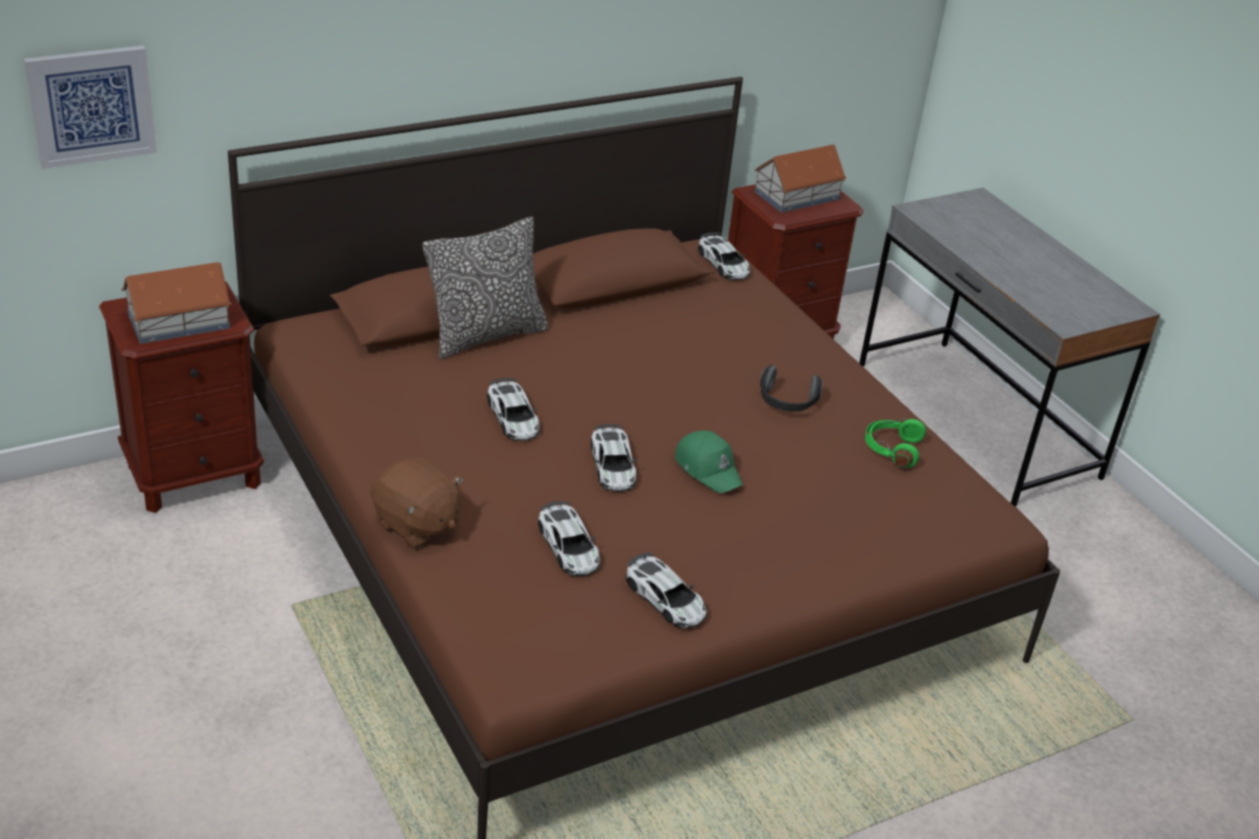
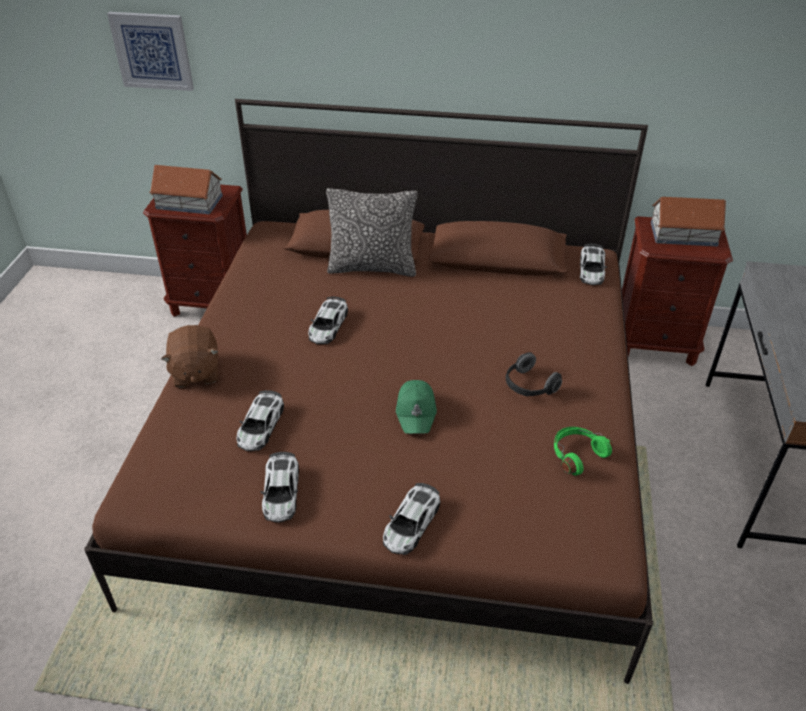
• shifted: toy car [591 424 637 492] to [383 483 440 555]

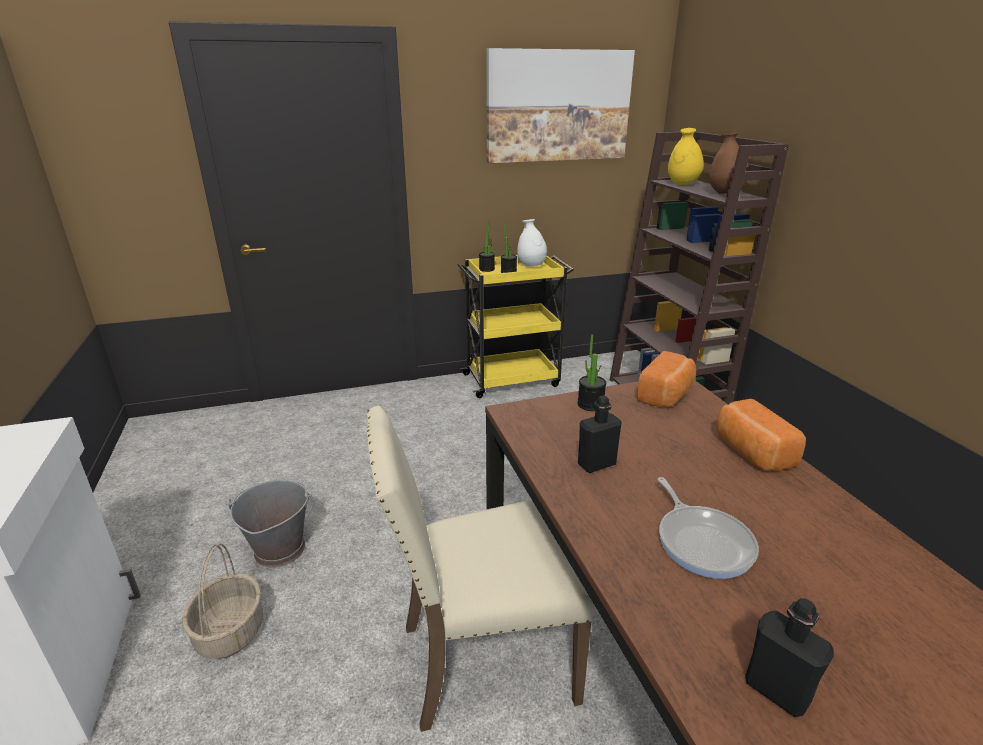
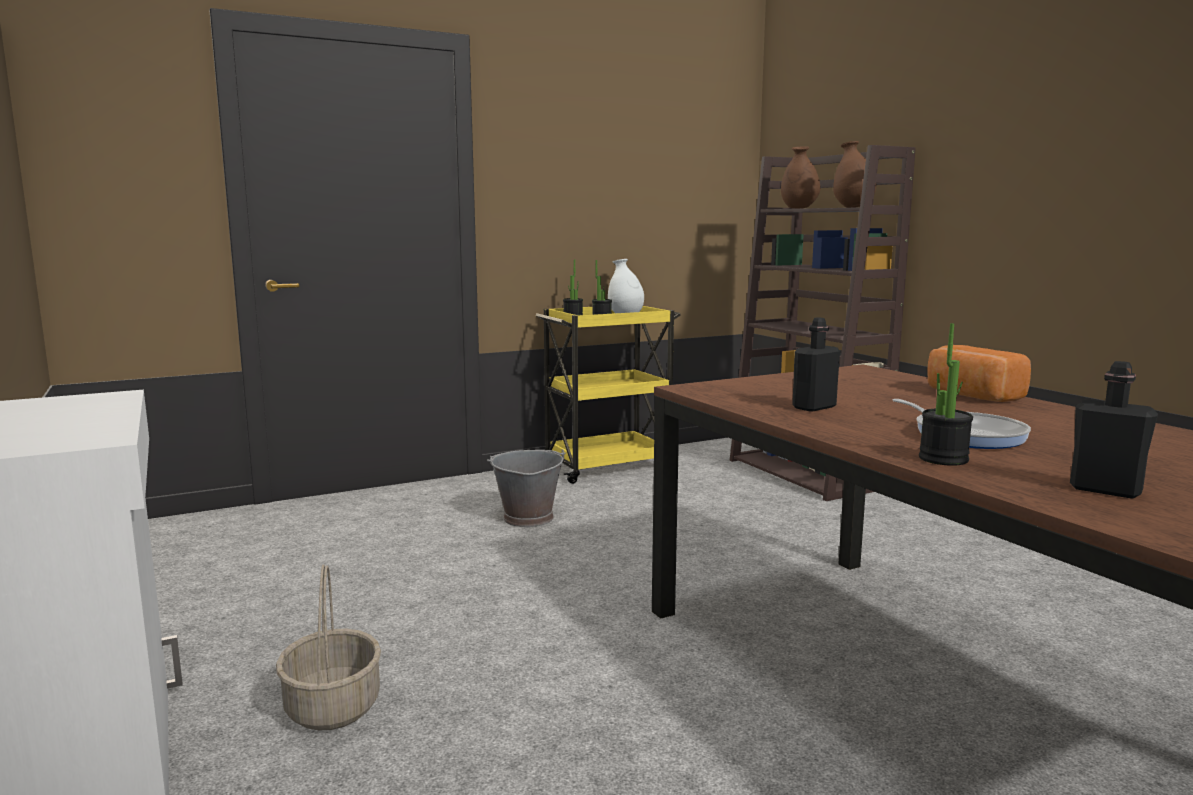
• gone: beige-coloured chair [366 406 596 732]
• gone: picture [486 48 635 163]
• gone: bread [637 351 696 408]
• shifted: greyish bucket [227 479 312 568] to [487 449 566 527]
• shifted: houseplant [577 334 606 411] to [919 323 973 466]
• repainted: yellow-coloured decorative vase [668 128 704 185] to brown-coloured decorative vase [781 146 820 209]

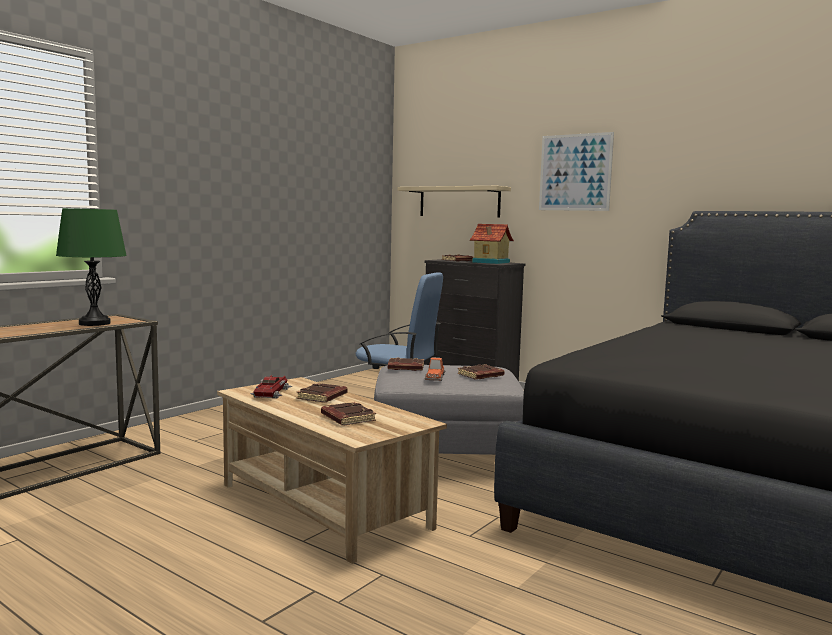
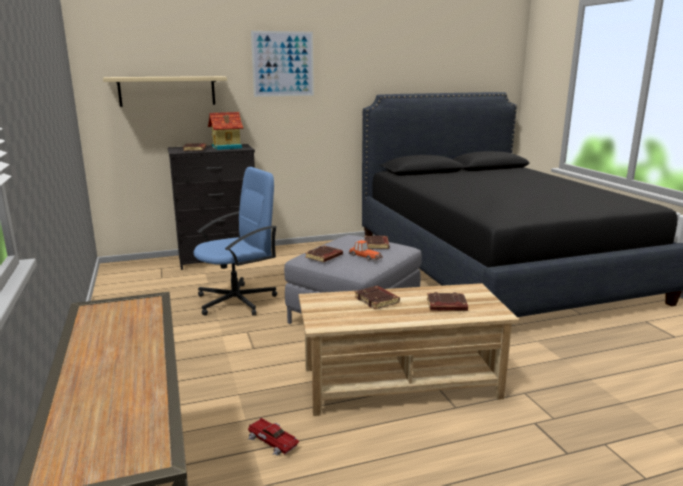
• gone: greenish table lamp [56 208 127 326]
• shifted: toy car [250 375 293 399] to [247 418 300 456]

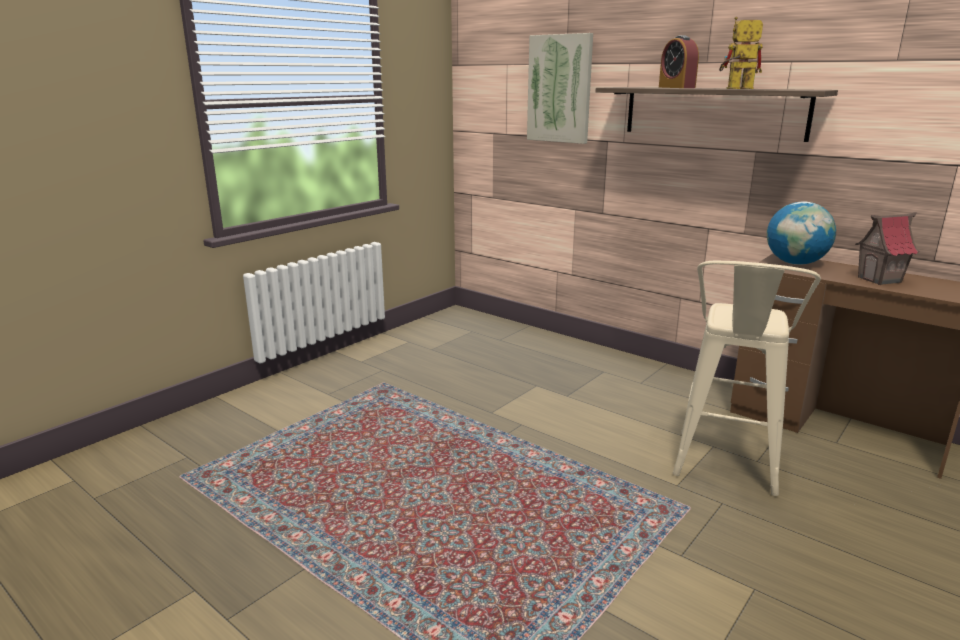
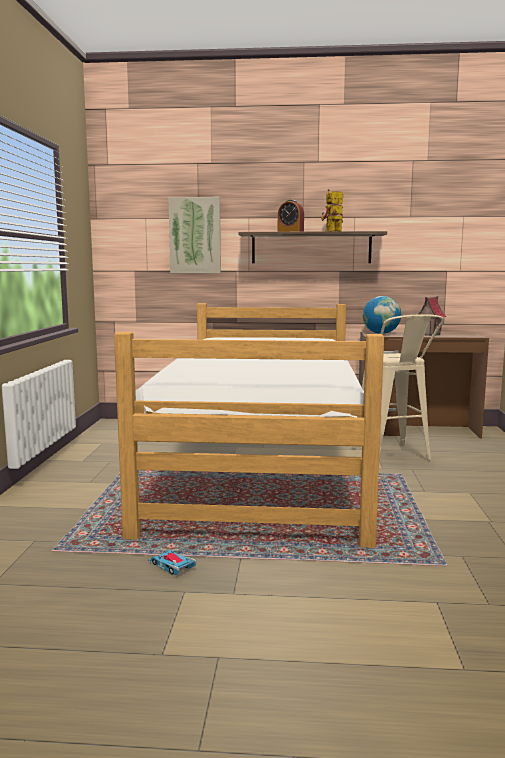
• new: sleeping bed [114 303 384 548]
• new: toy car [149 550 196 575]

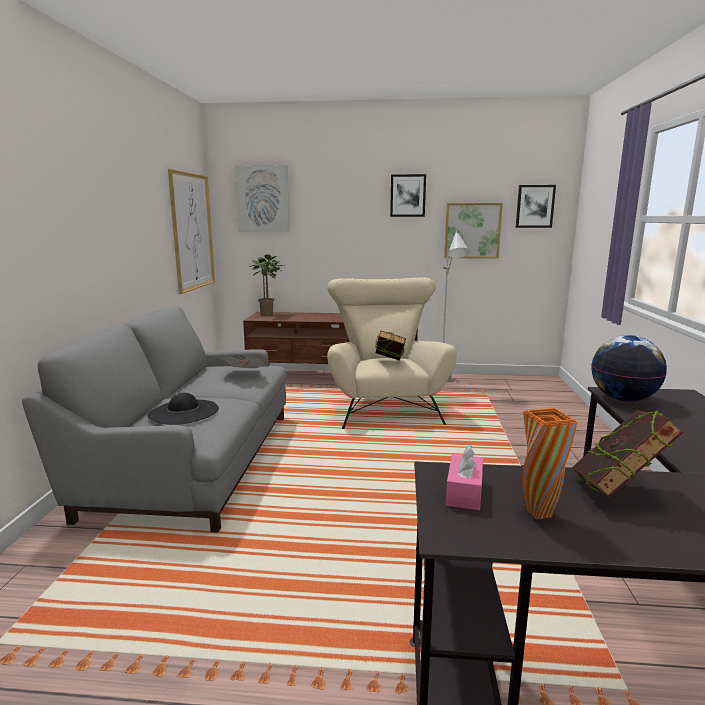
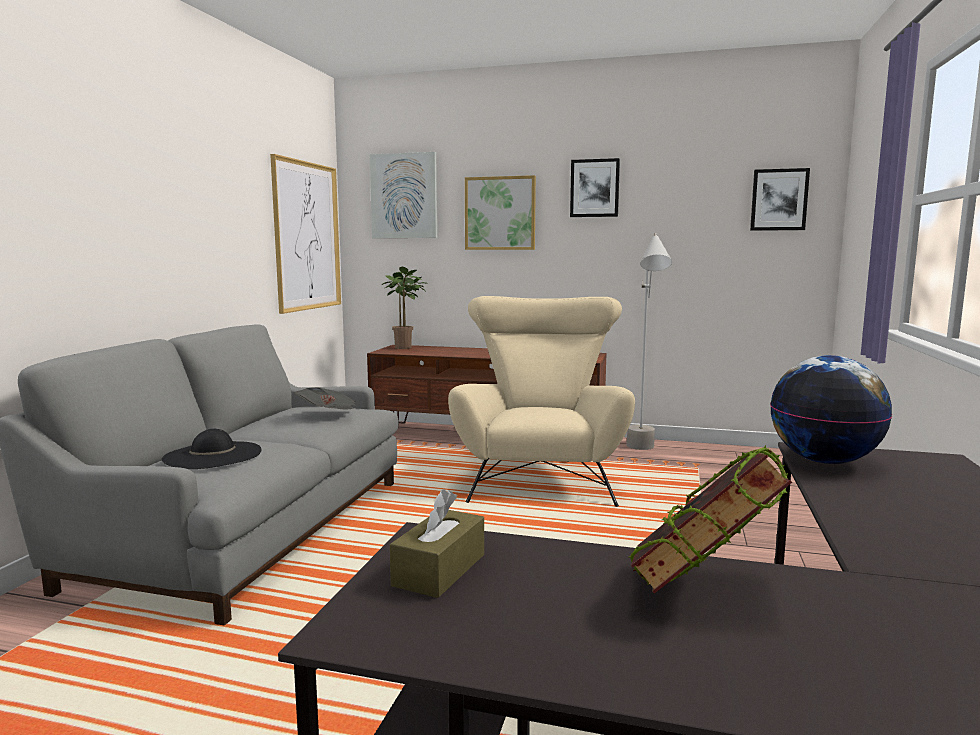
• gone: book [375 331 406 361]
• gone: orange decorative vase [522 408 577 520]
• shifted: picture [444 203 503 259] to [465 175 536 250]
• repainted: pinkish tissue box [446 445 483 510] to brown-coloured tissue box [390 490 484 598]

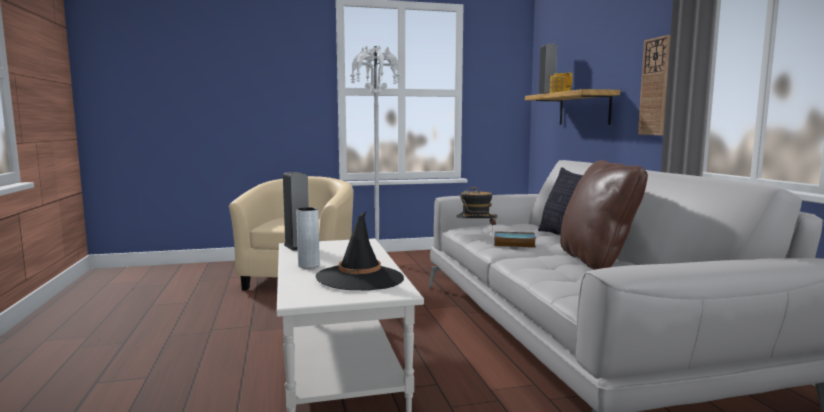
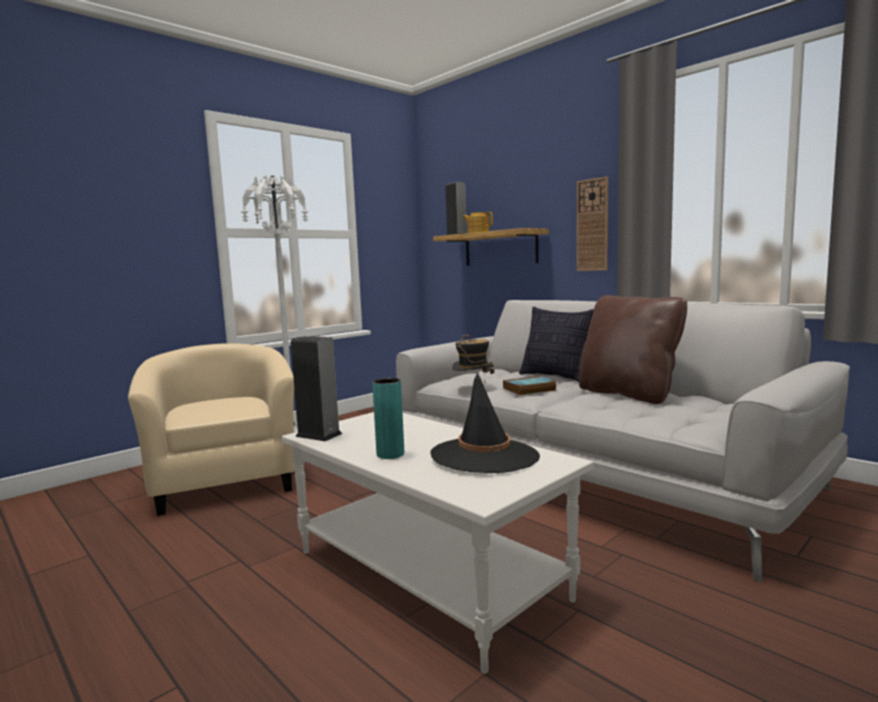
• repainted: greyish decorative vase [296 207 320 268] to turquoise decorative vase [372 378 404 459]

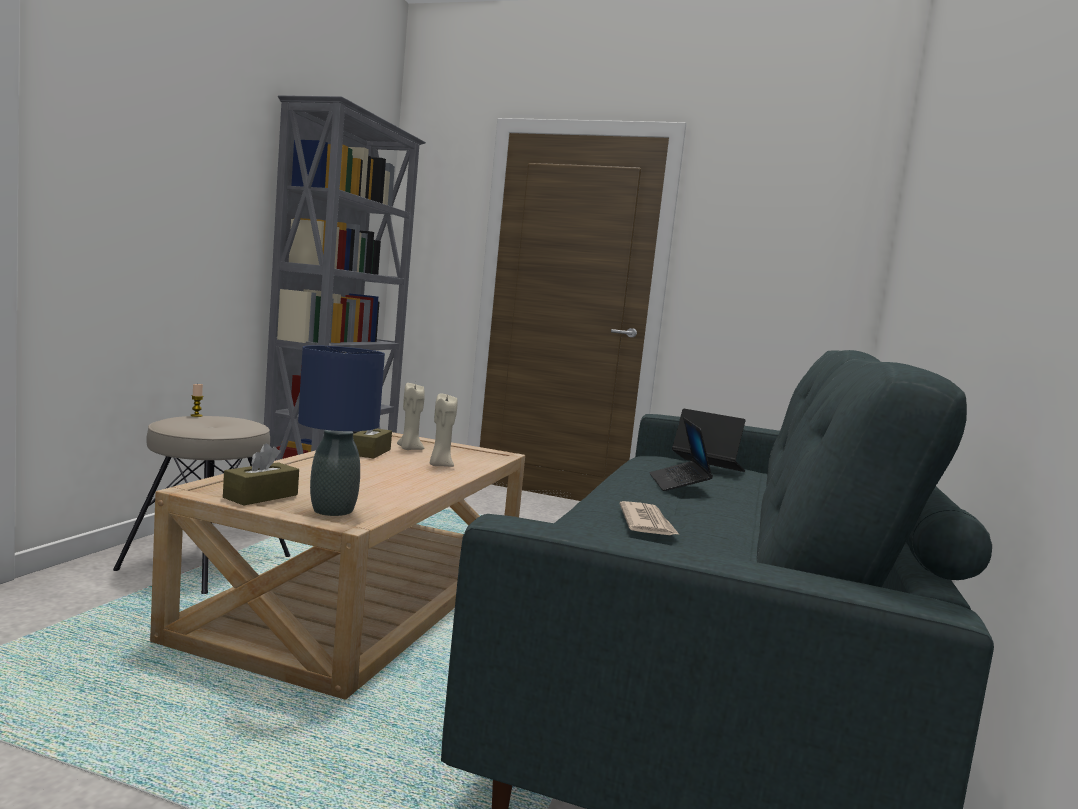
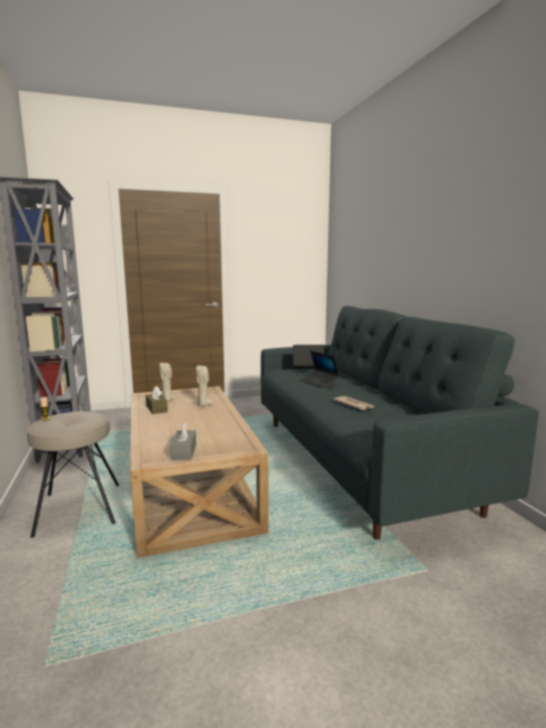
• gone: blue table lamp [298 345 385 516]
• repainted: brown-coloured tissue box [223 444 299 506] to greyish tissue box [170 422 196 460]

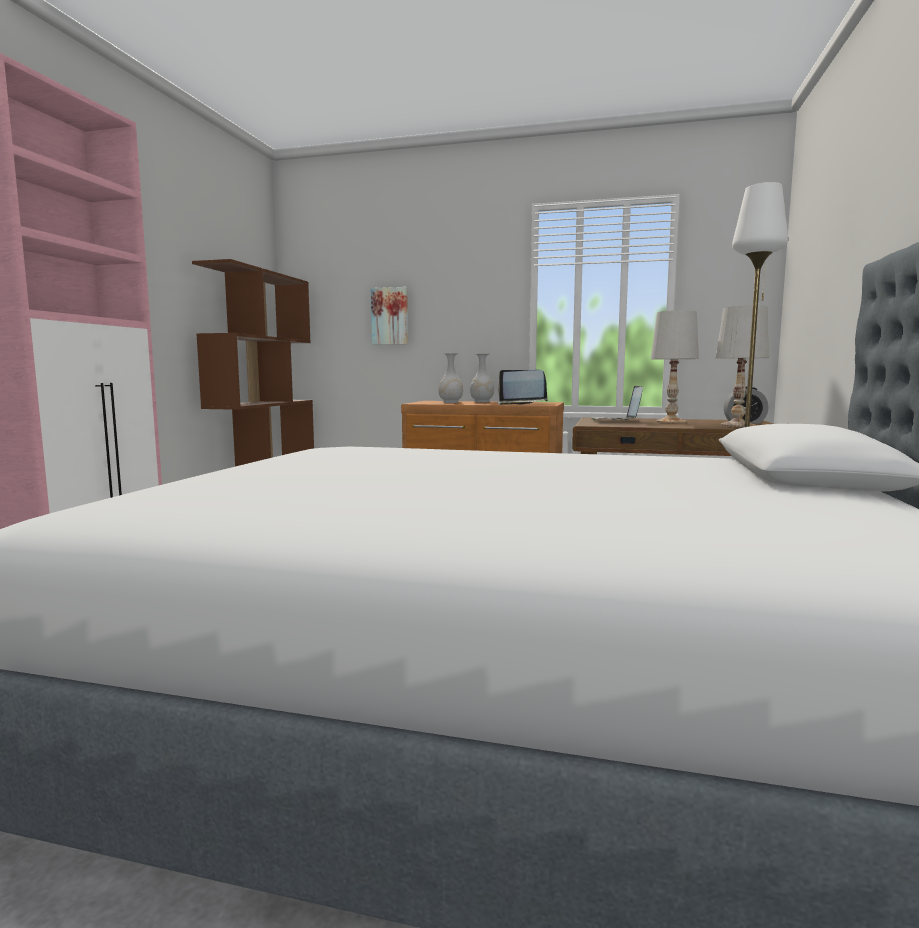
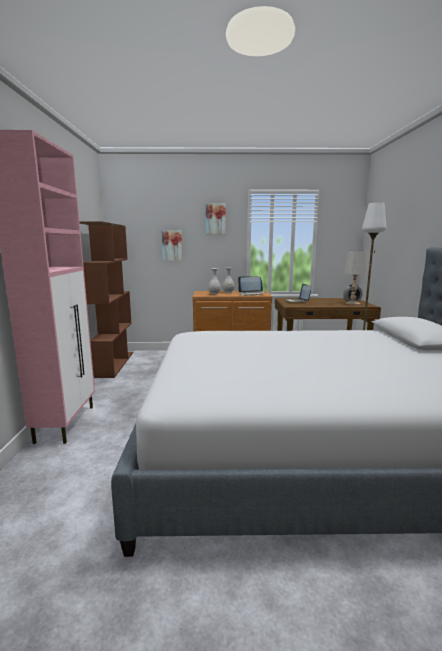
• gone: white table lamp [651 310 699 423]
• new: picture [205 203 226 235]

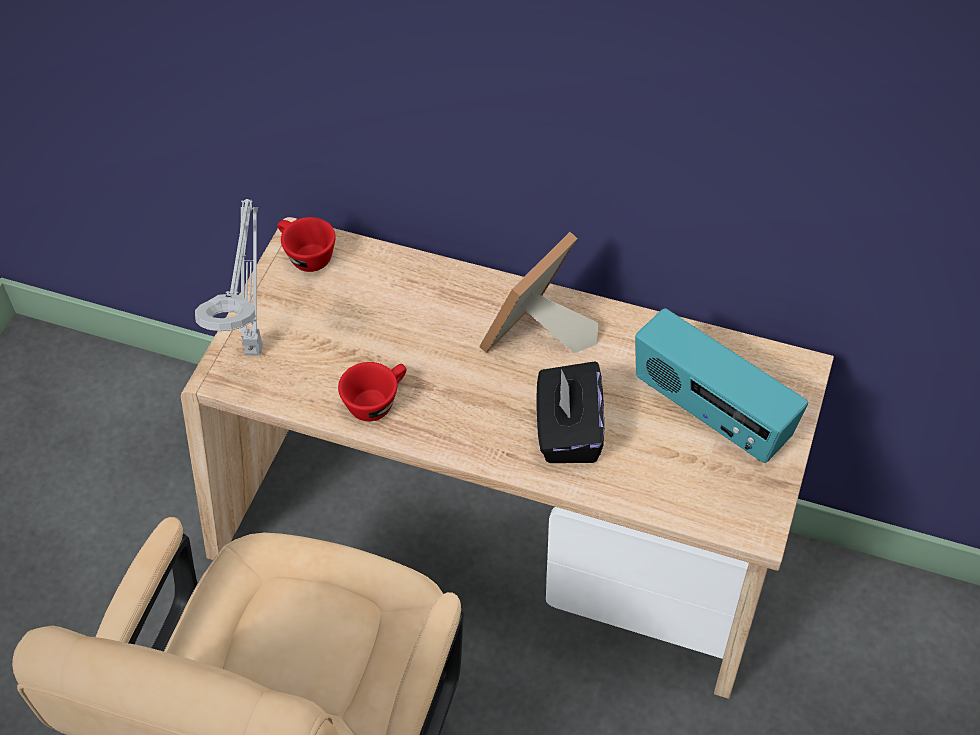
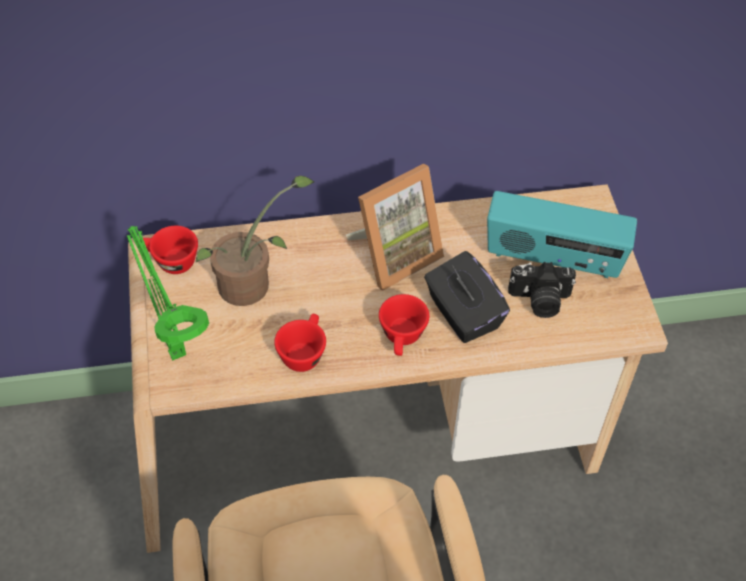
• new: houseplant [196 176 314 306]
• new: reddish cup [379 294 429 356]
• new: photo camera [508 262 576 318]
• repainted: greyish table lamp [195 199 263 355] to greenish table lamp [127 226 209 361]
• rotated: picture frame [479 232 598 353] = [346 163 444 291] 135 degrees counterclockwise

